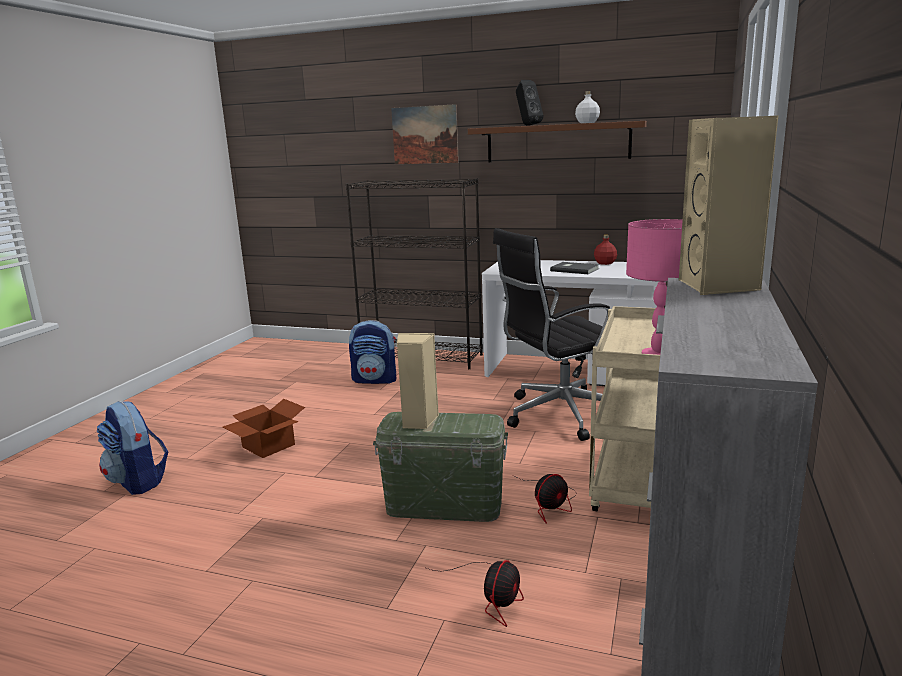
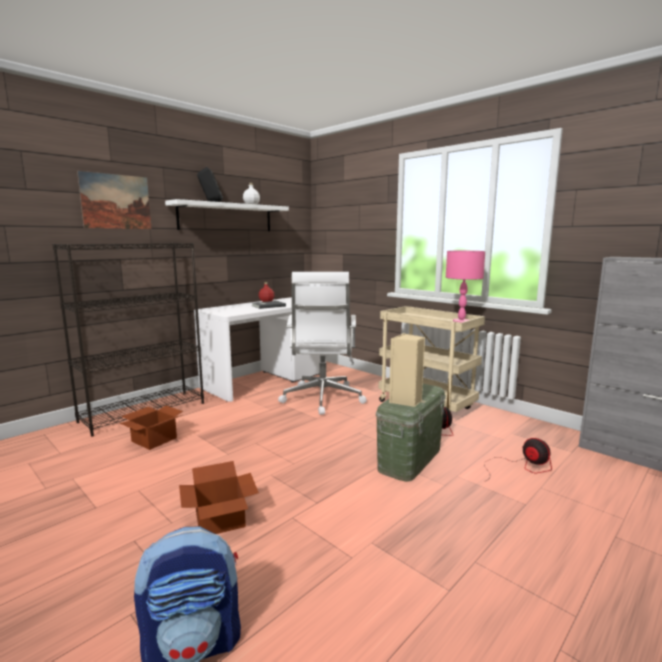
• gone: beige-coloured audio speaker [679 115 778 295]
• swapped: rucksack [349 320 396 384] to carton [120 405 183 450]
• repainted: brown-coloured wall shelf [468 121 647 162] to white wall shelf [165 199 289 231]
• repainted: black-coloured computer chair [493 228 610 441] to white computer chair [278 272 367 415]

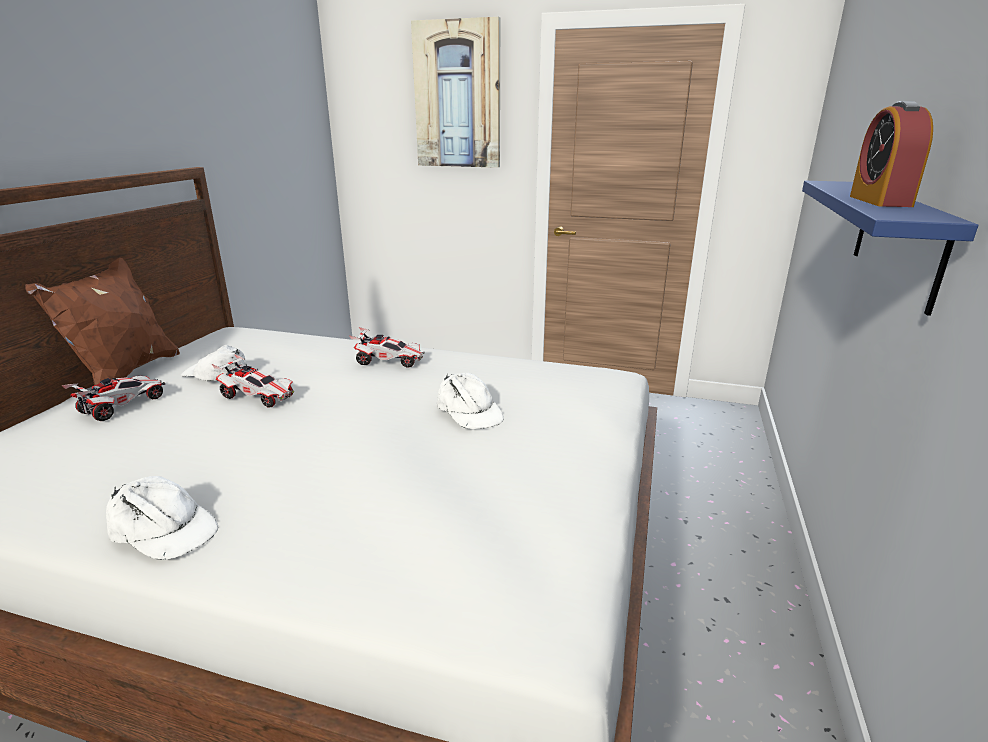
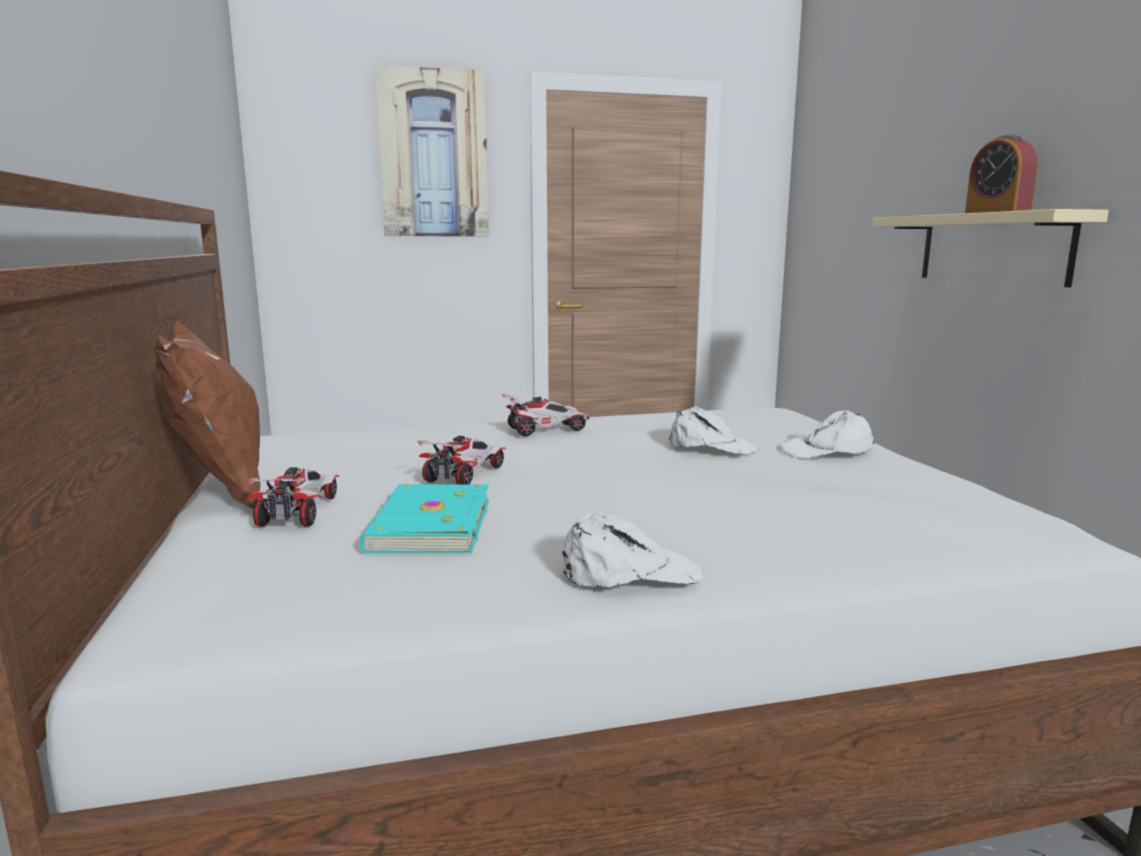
• new: turquoise book [360 484 489 553]
• shifted: white cap [180 345 248 381] to [780 411 874 459]
• repainted: blue wall shelf [802 181 978 316] to beige-coloured wall shelf [872 209 1109 287]
• rotated: toy car [212 354 294 407] = [418 435 506 484] 60 degrees counterclockwise

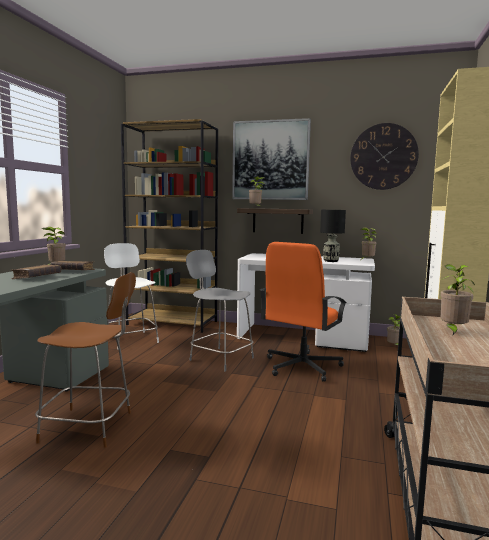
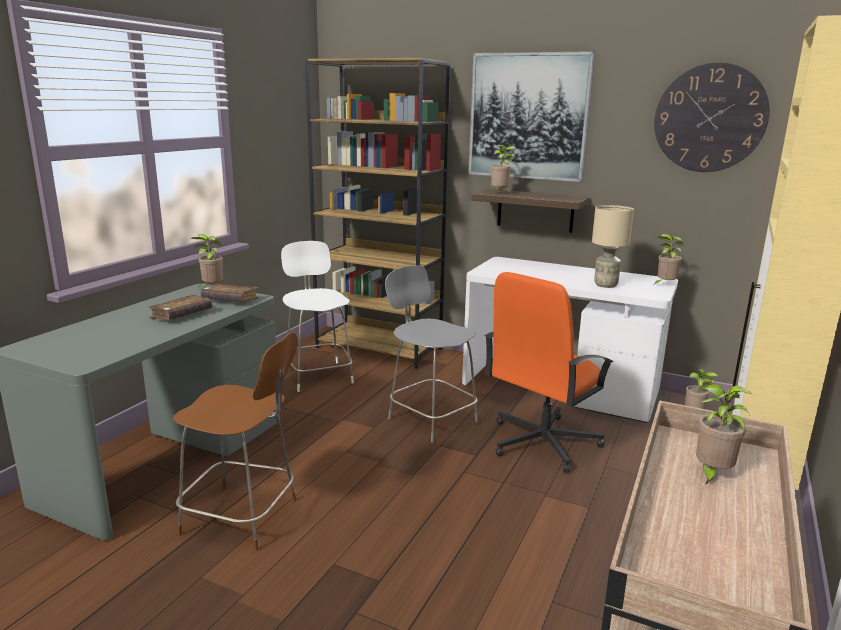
• repainted: black-coloured table lamp [320 210 346 262] to beige-coloured table lamp [592 205 634 288]

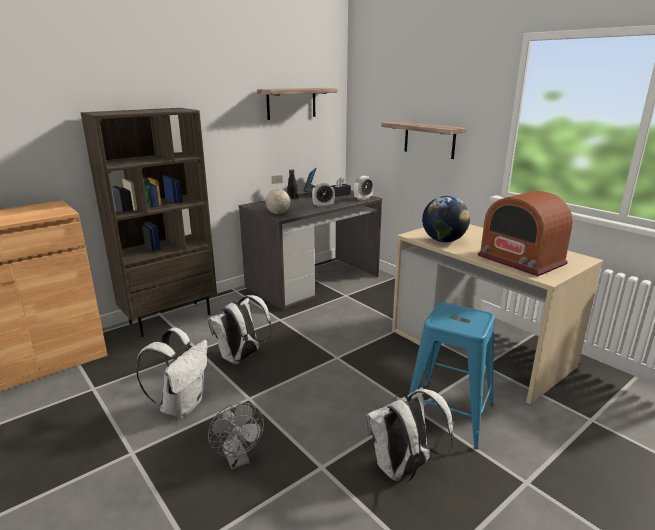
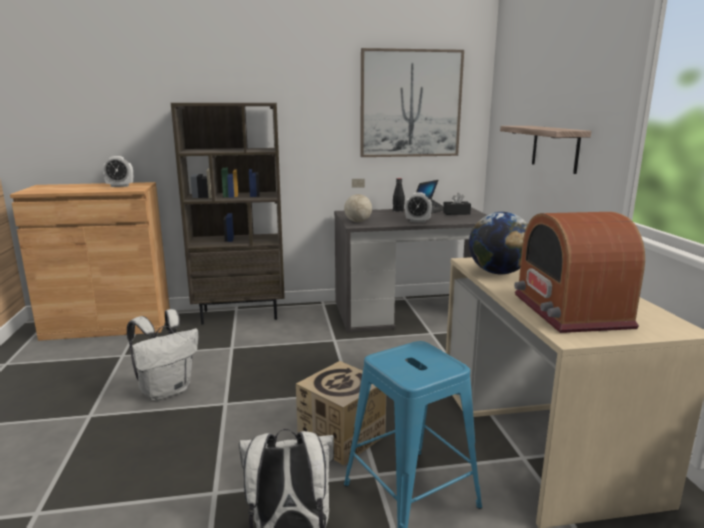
• gone: white rucksack [208 295 272 364]
• gone: greyish electric fan [208 403 264 470]
• new: carton [296 361 386 465]
• shifted: alarm clock [354 176 374 200] to [103 156 133 187]
• swapped: wall shelf [257 88 338 120] to picture [360 48 464 157]

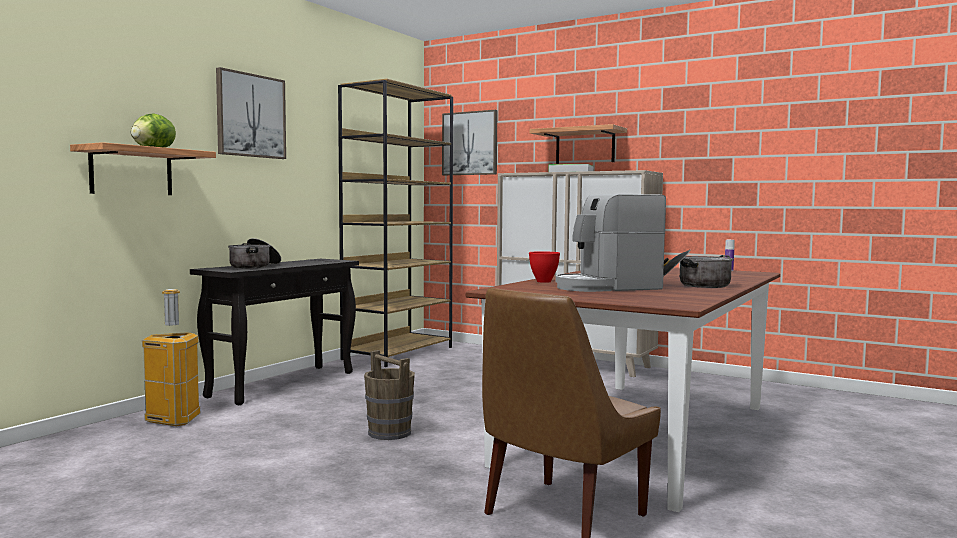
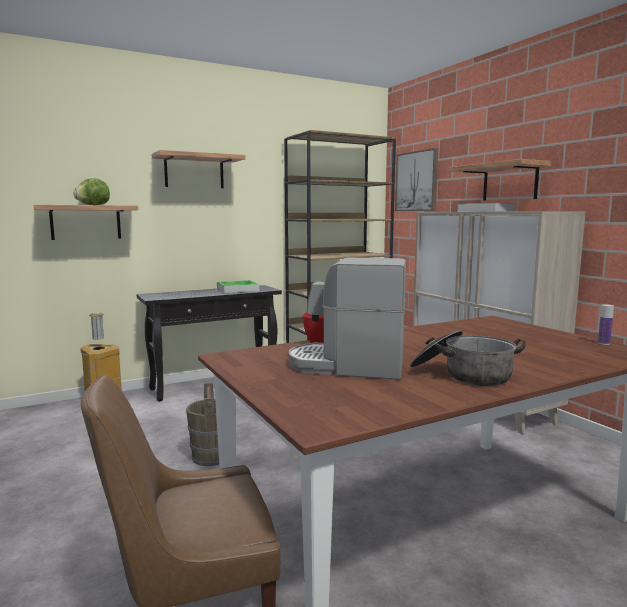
• gone: cooking pot [228 238 281 269]
• new: carrying tray [217 280 259 293]
• swapped: picture [216 67 286 159] to wall shelf [152 150 245 188]

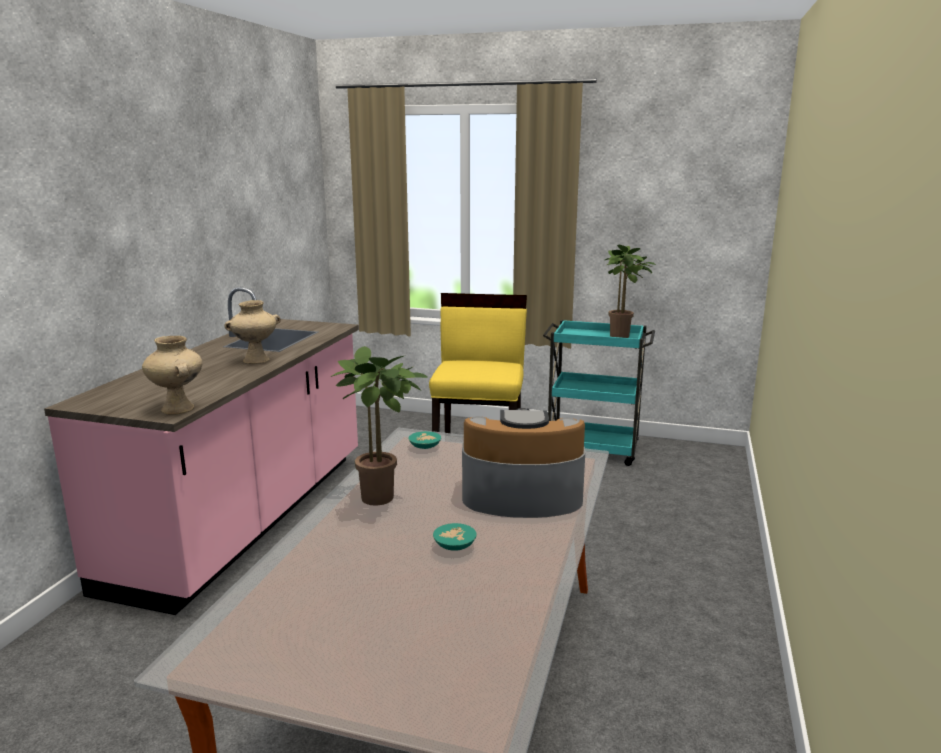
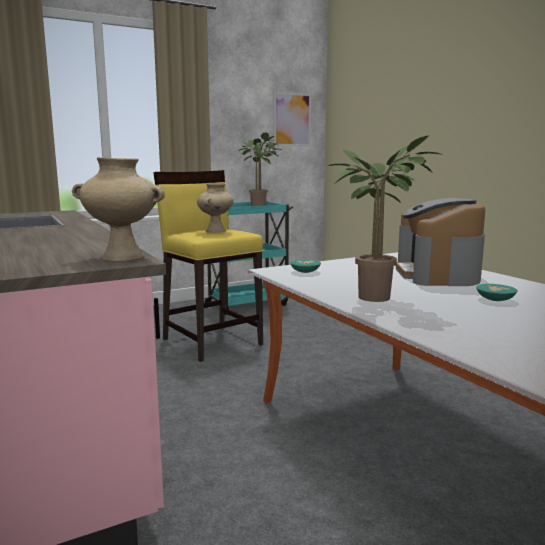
• new: picture [273 91 311 146]
• shifted: beige-coloured decorative vase [224 300 281 364] to [197 183 234 233]
• rotated: coffee machine [462 408 585 518] = [395 198 485 286] 45 degrees counterclockwise

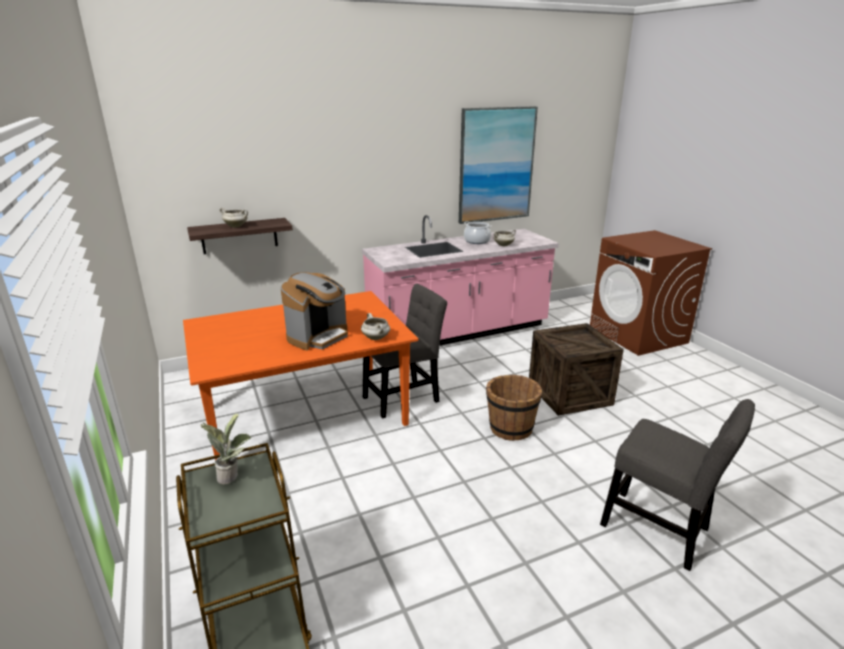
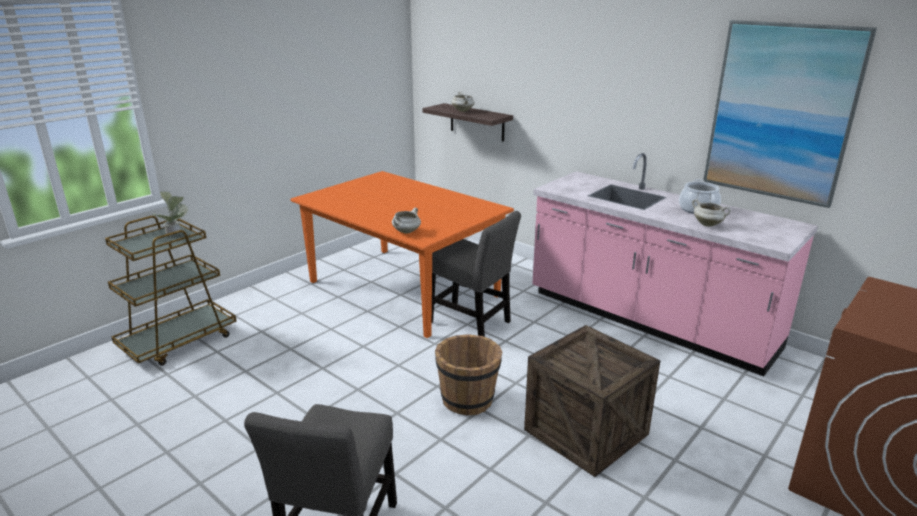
• gone: coffee machine [281 272 348 351]

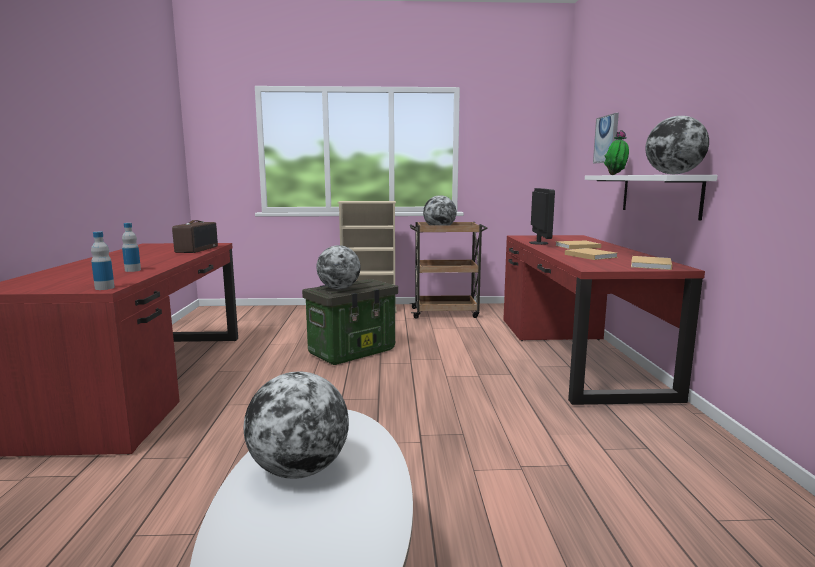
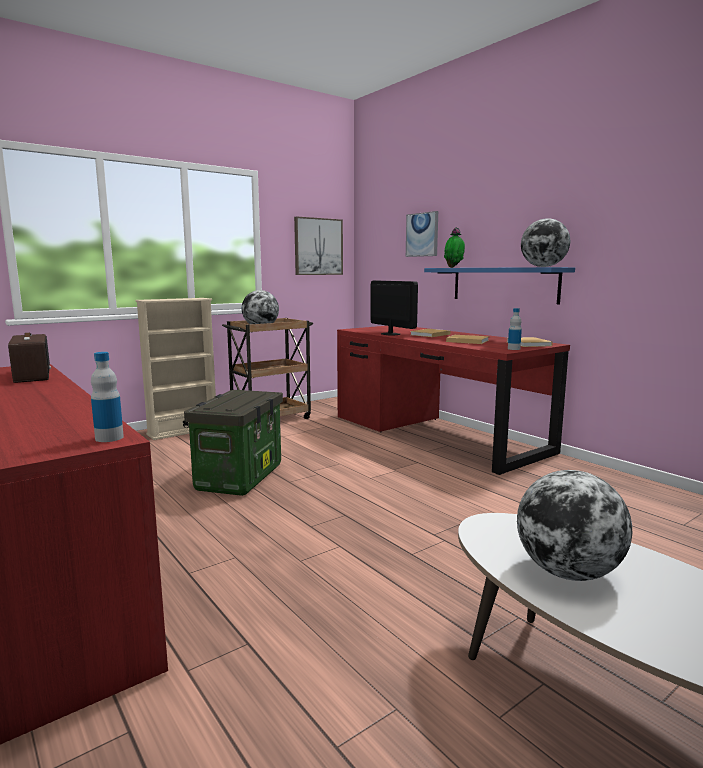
• gone: world globe [316 245 360 289]
• new: picture [294 216 343 275]
• shifted: beverage bottle [122 223 141 272] to [508 308 522 350]
• repainted: white wall shelf [585 175 718 220] to blue wall shelf [424 267 575 304]

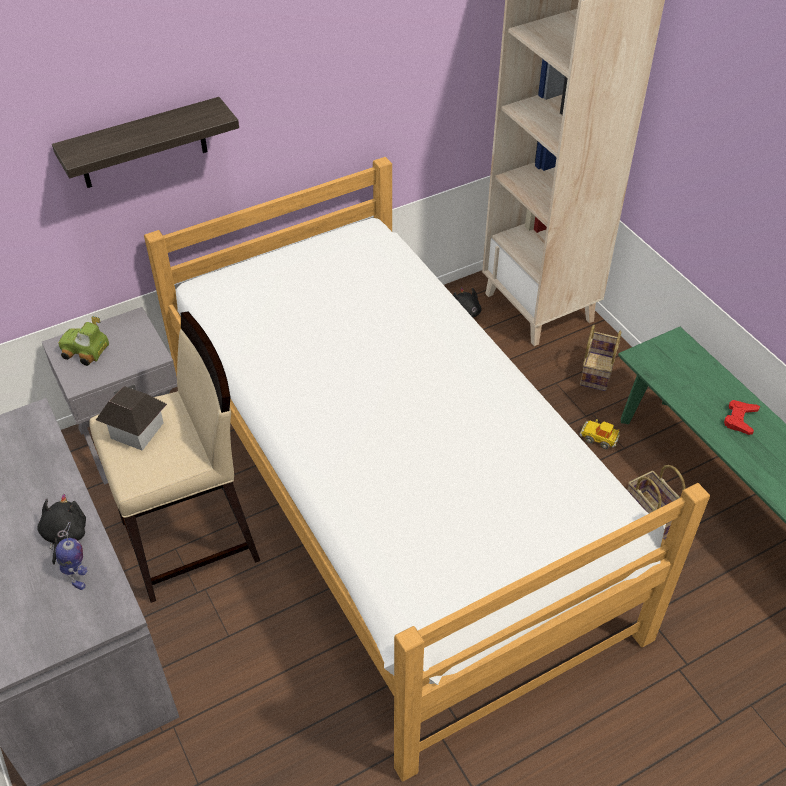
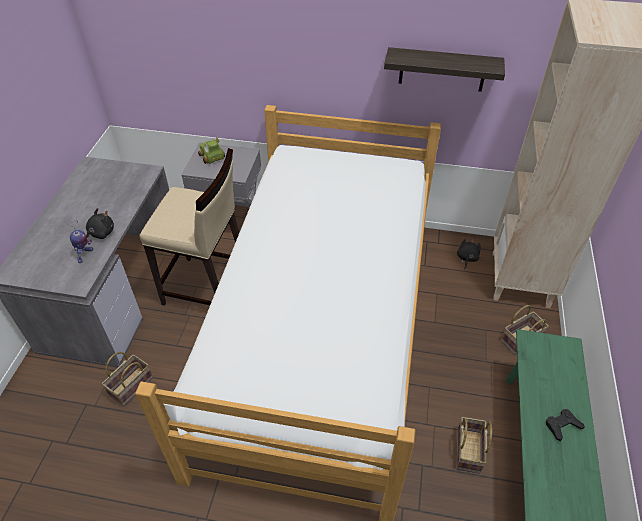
• gone: model house [96 386 167 451]
• gone: toy car [579 419 620 449]
• new: storage basket [102 352 153 407]
• shifted: wall shelf [52 97 239 188] to [384 47 505 92]
• repainted: reddish game controller [724 400 760 435] to black-coloured game controller [546 409 585 441]

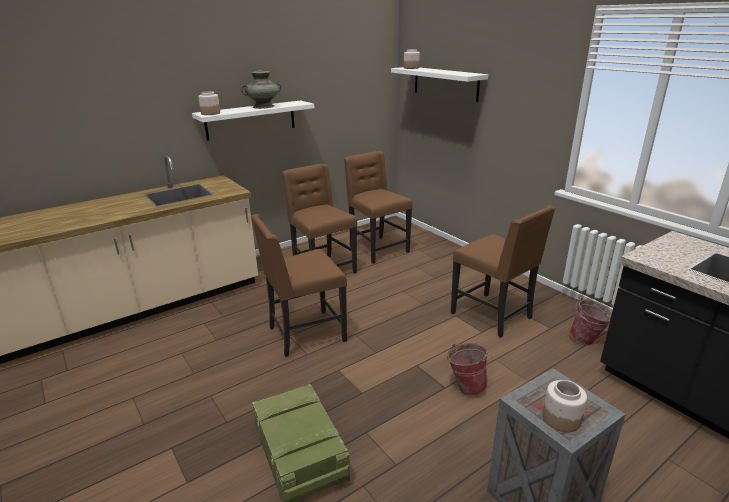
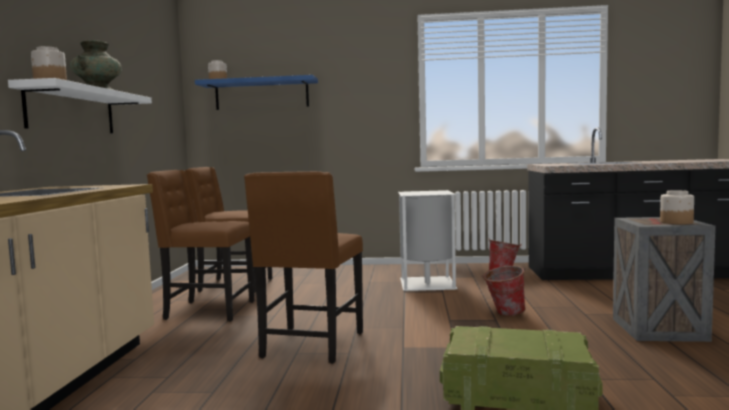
• swapped: brown-coloured chair [451 205 555 338] to white trash can [398 190 458 291]
• repainted: white wall shelf [391 67 488 102] to blue wall shelf [195 75 318 110]

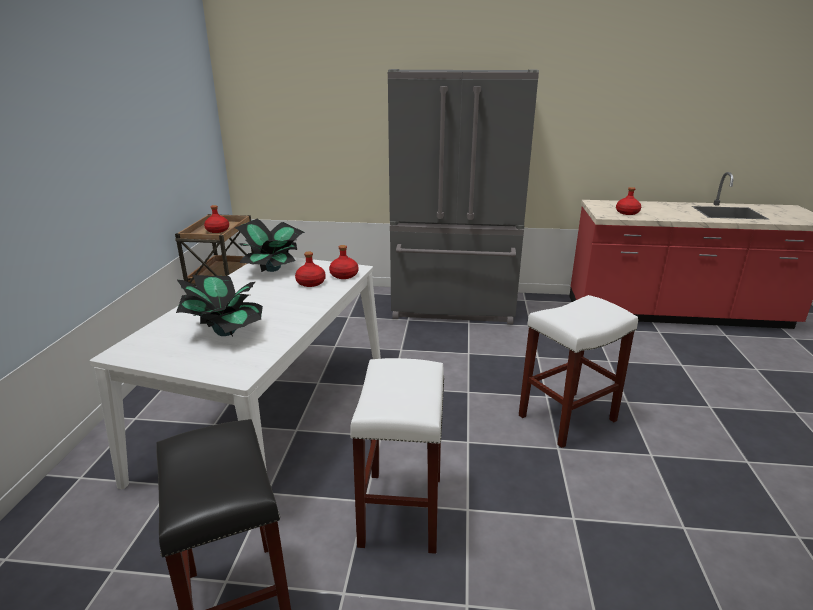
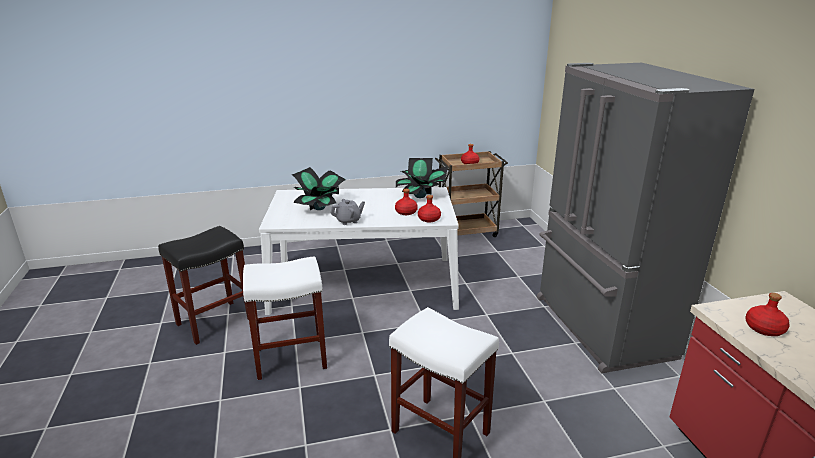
• new: greyish teapot [331 199 365 225]

